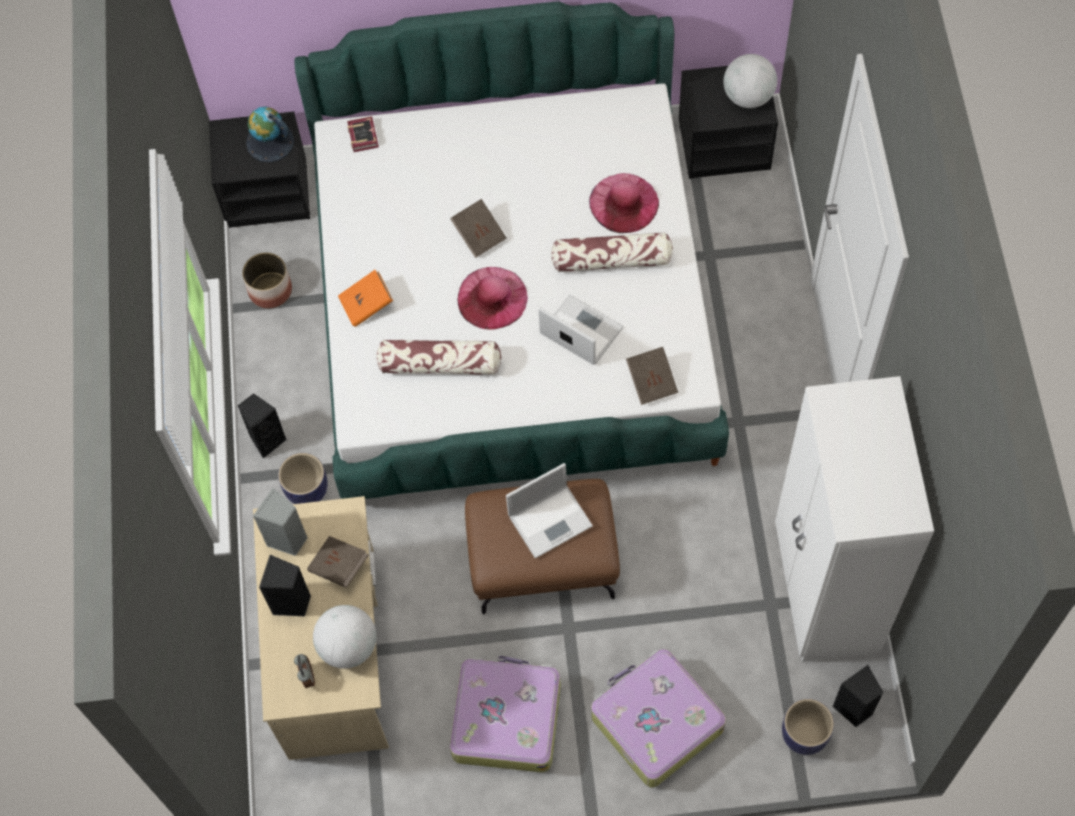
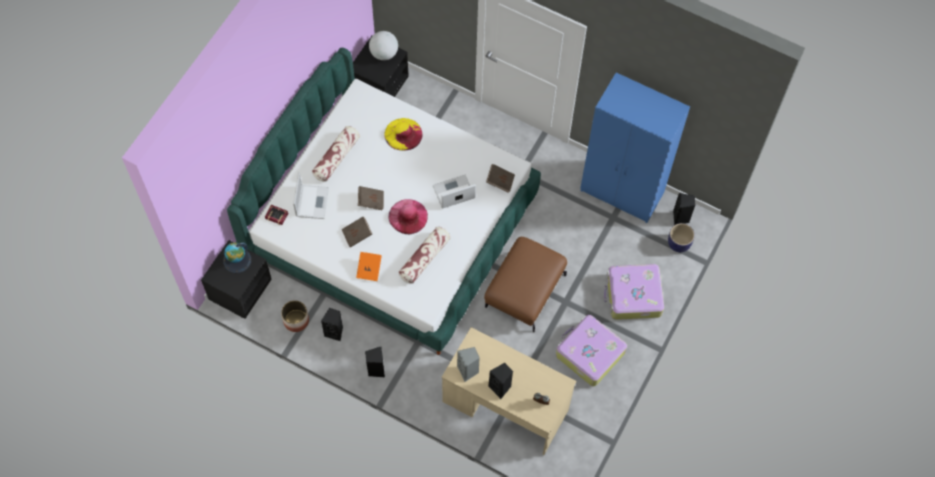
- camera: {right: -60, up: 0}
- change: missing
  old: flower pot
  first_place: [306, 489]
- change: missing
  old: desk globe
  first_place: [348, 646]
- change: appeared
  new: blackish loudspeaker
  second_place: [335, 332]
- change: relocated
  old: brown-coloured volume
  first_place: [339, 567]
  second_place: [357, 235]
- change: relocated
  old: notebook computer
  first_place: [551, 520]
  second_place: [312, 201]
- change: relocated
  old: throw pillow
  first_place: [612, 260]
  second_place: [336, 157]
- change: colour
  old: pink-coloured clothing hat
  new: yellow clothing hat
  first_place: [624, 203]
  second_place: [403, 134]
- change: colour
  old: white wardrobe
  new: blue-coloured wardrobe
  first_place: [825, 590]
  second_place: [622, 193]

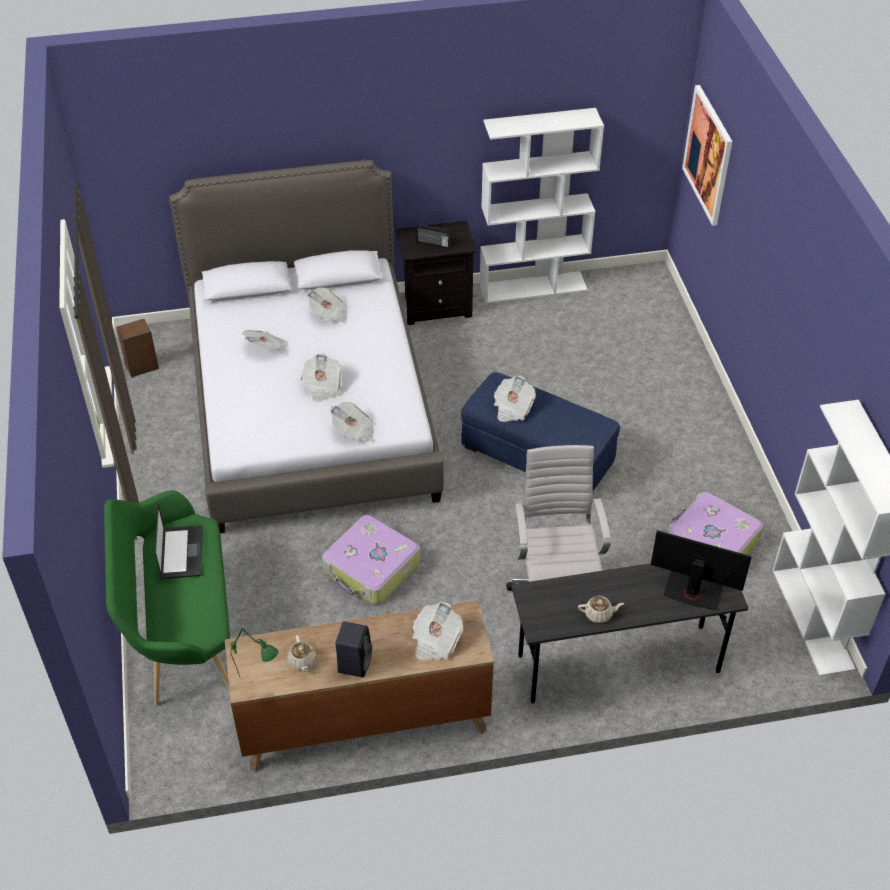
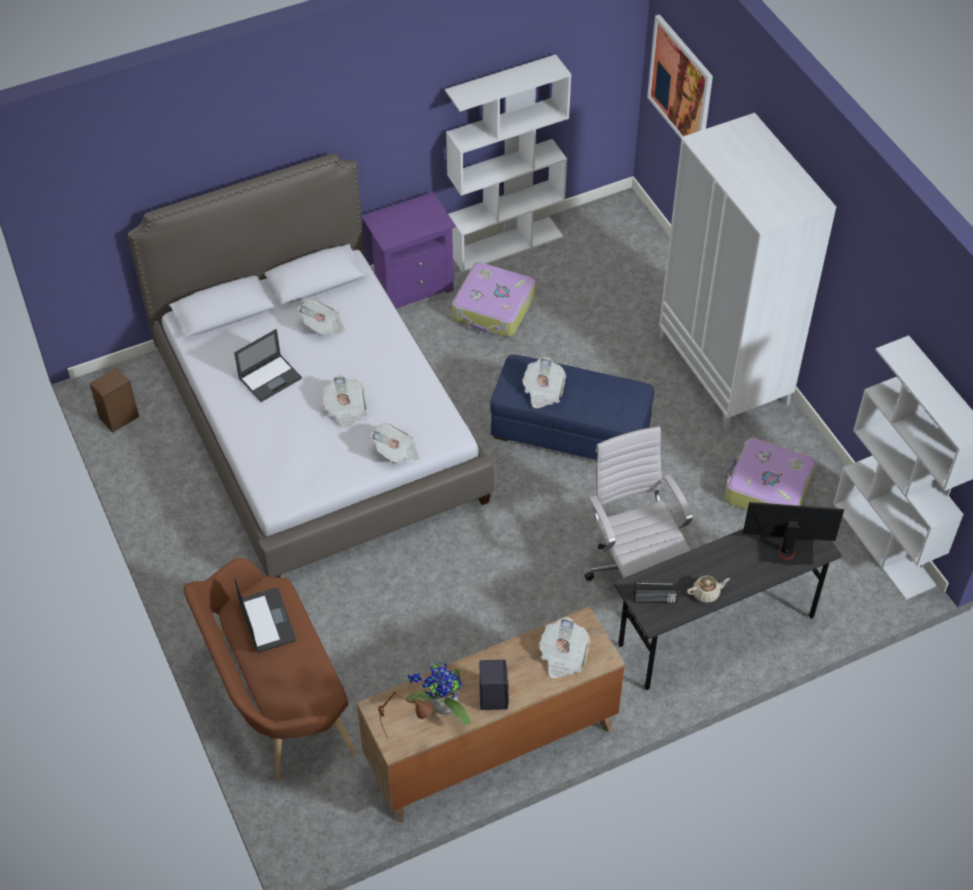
- camera: {right: -15, up: 5}
- change: appeared
  new: white wardrobe
  second_place: [724, 370]
- change: relocated
  old: piece of luggage
  first_place: [371, 568]
  second_place: [493, 309]
- change: relocated
  old: radio receiver
  first_place: [433, 243]
  second_place: [654, 600]
- change: exchanged
  old: daily paper
  new: notebook computer
  first_place: [266, 347]
  second_place: [270, 378]
- change: exchanged
  old: beige pot for tea
  new: plant in a pot
  first_place: [302, 661]
  second_place: [442, 707]
- change: colour
  old: green bench
  new: brown-coloured bench
  first_place: [182, 632]
  second_place: [275, 699]
- change: colour
  old: green tabletop lamp
  new: brown-coloured tabletop lamp
  first_place: [259, 680]
  second_place: [407, 736]
- change: colour
  old: blackish night table
  new: purplish night table
  first_place: [436, 306]
  second_place: [412, 285]

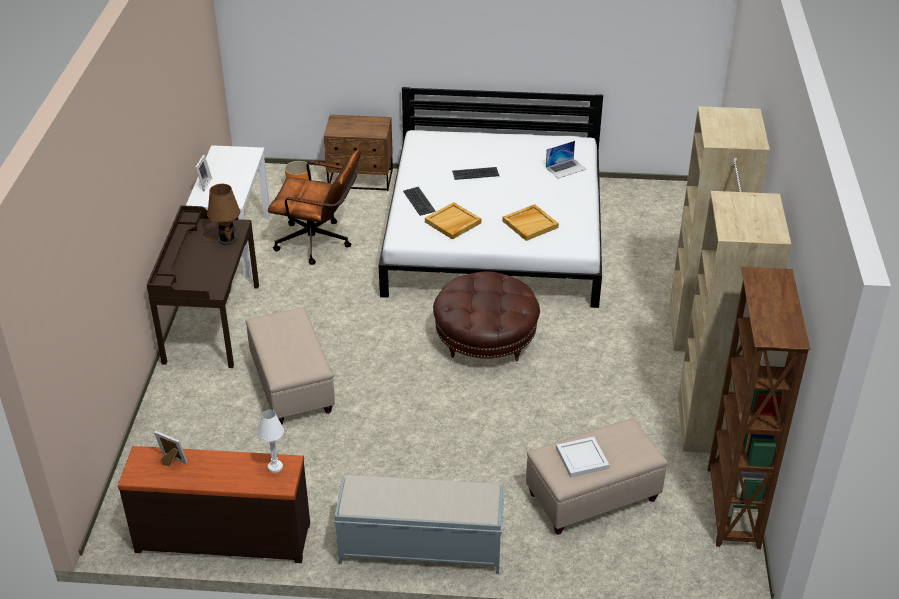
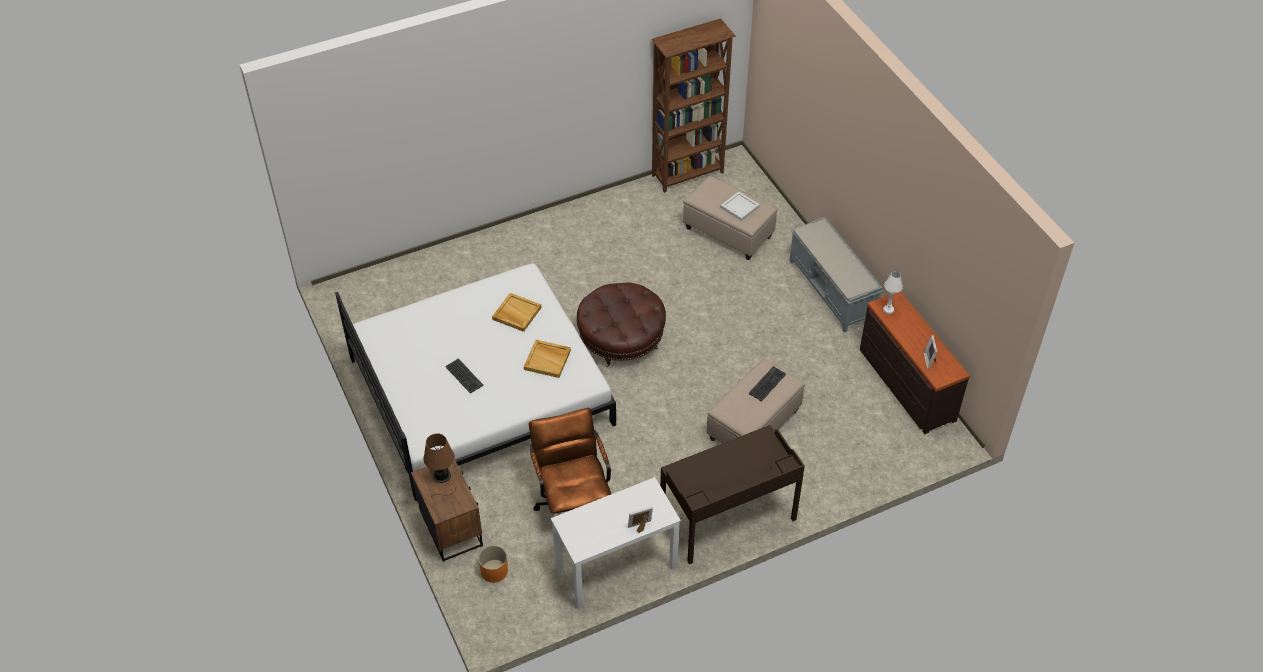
- camera: {right: -120, up: 10}
- change: missing
  old: notebook computer
  first_place: [565, 168]
- change: missing
  old: beige wardrobe
  first_place: [705, 376]
- change: relocated
  old: brown-coloured tabletop lamp
  first_place: [225, 238]
  second_place: [442, 477]
- change: relocated
  old: computer keyboard
  first_place: [418, 201]
  second_place: [767, 384]

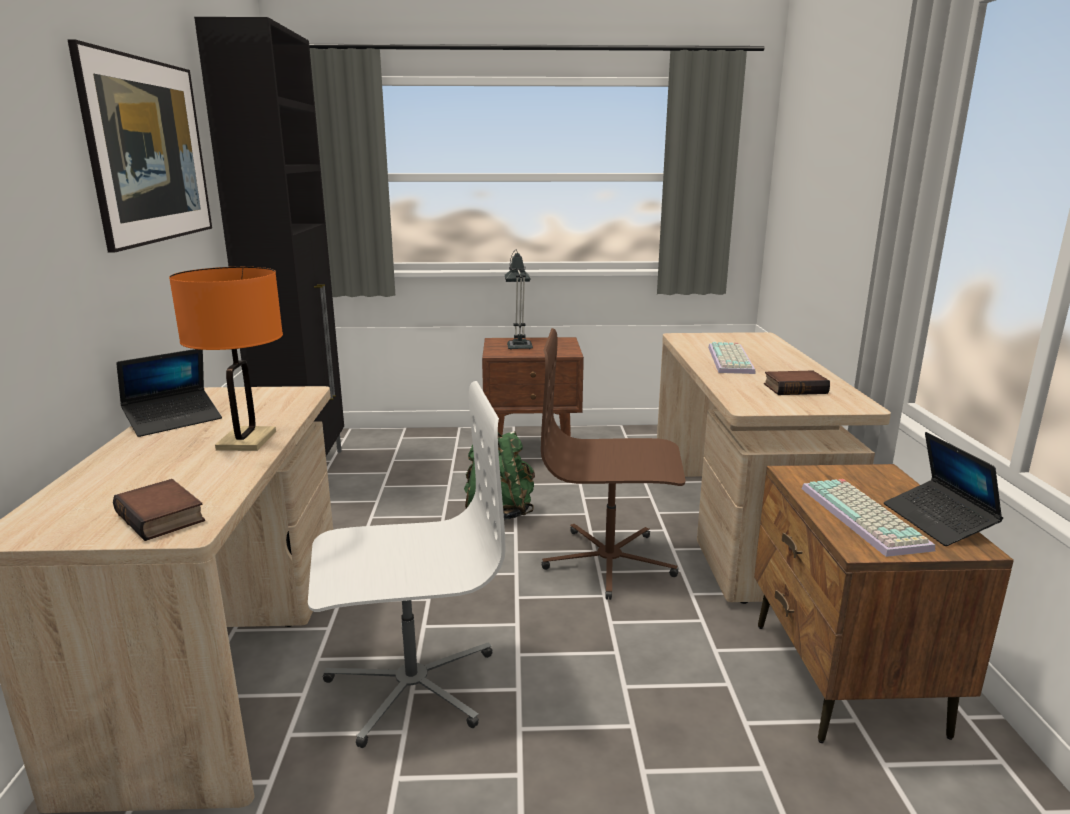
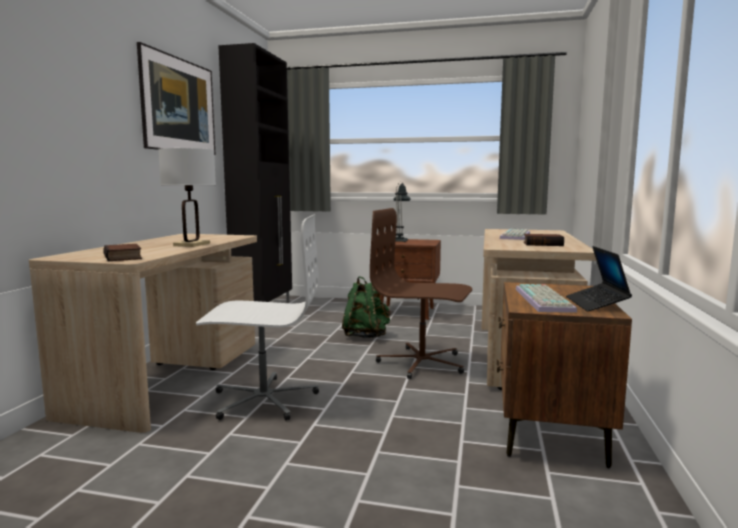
- camera: {right: 15, up: -10}
- change: missing
  old: notebook computer
  first_place: [174, 420]
- change: colour
  old: orange-coloured tabletop lamp
  new: white tabletop lamp
  first_place: [246, 440]
  second_place: [192, 244]

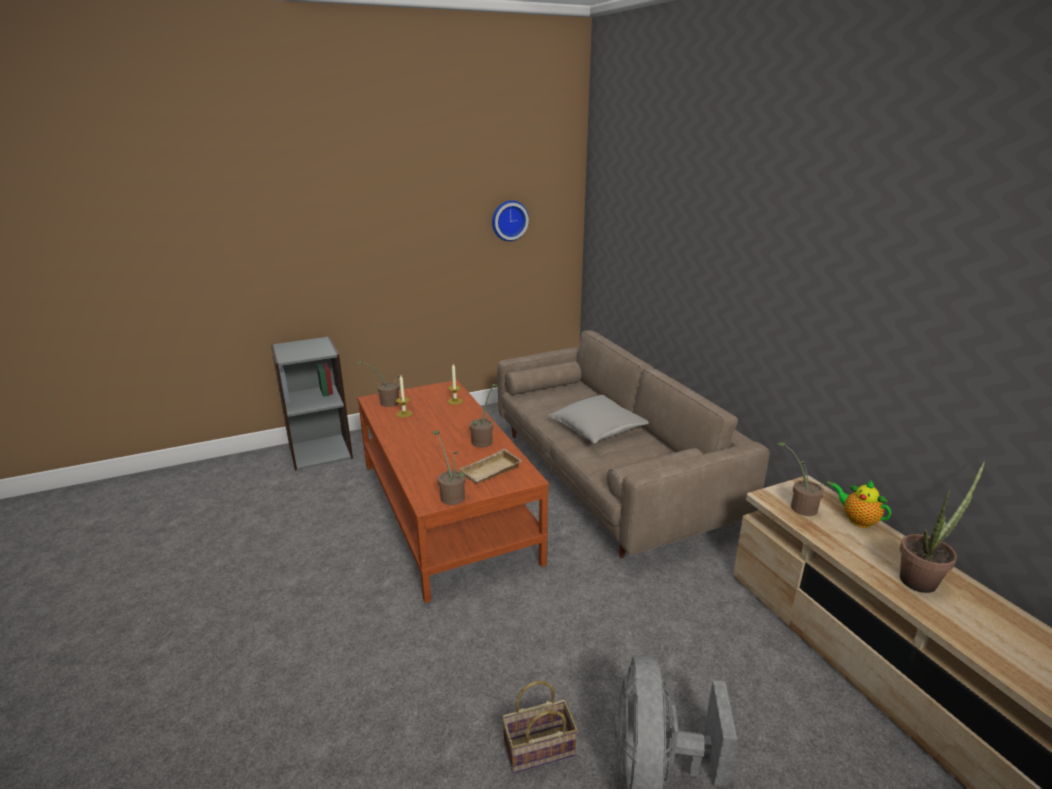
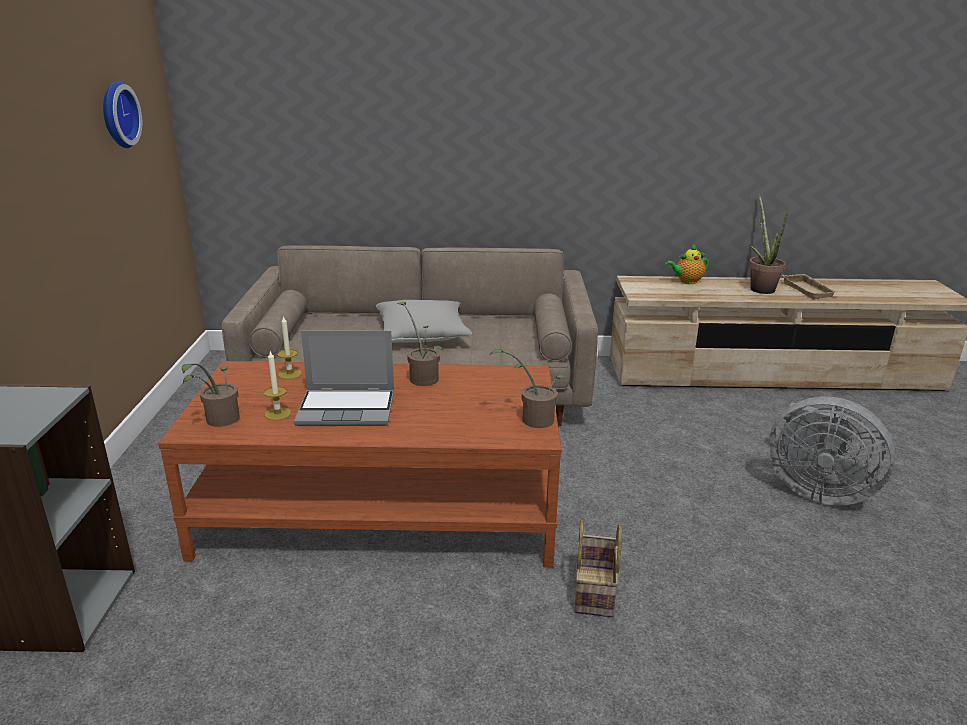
- camera: {right: -65, up: 0}
- change: missing
  old: plant in a pot
  first_place: [800, 506]
- change: appeared
  new: notebook computer
  second_place: [348, 409]
- change: relocated
  old: beige carrying tray
  first_place: [491, 472]
  second_place: [809, 290]
- change: relocated
  old: household basket
  first_place: [537, 751]
  second_place: [596, 592]

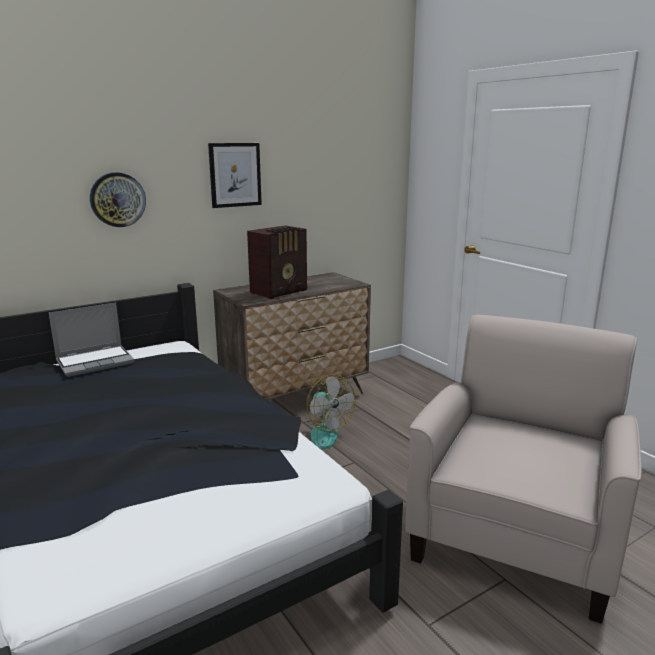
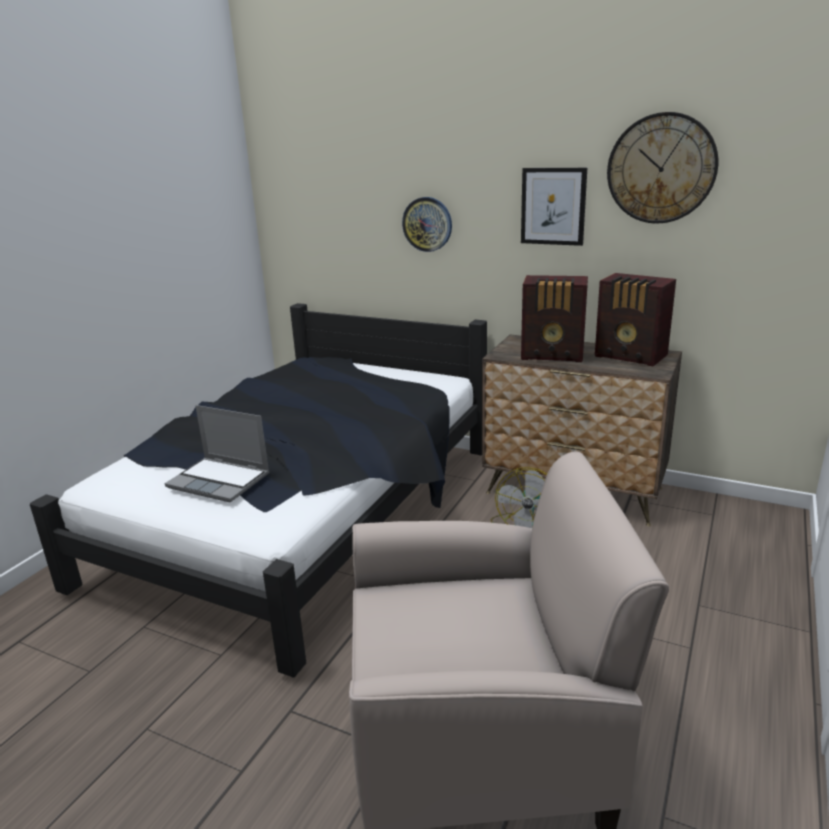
- camera: {right: 60, up: 5}
- change: appeared
  new: radio receiver
  second_place: [631, 356]
- change: appeared
  new: clock on the wall
  second_place: [661, 168]
- change: relocated
  old: notebook computer
  first_place: [96, 362]
  second_place: [220, 481]

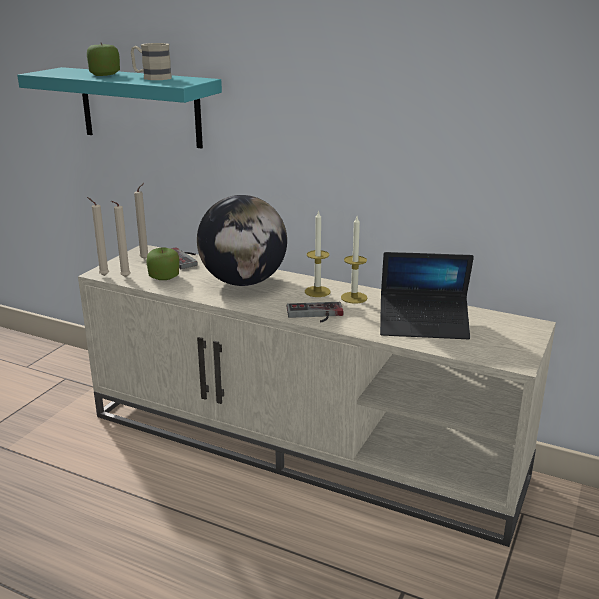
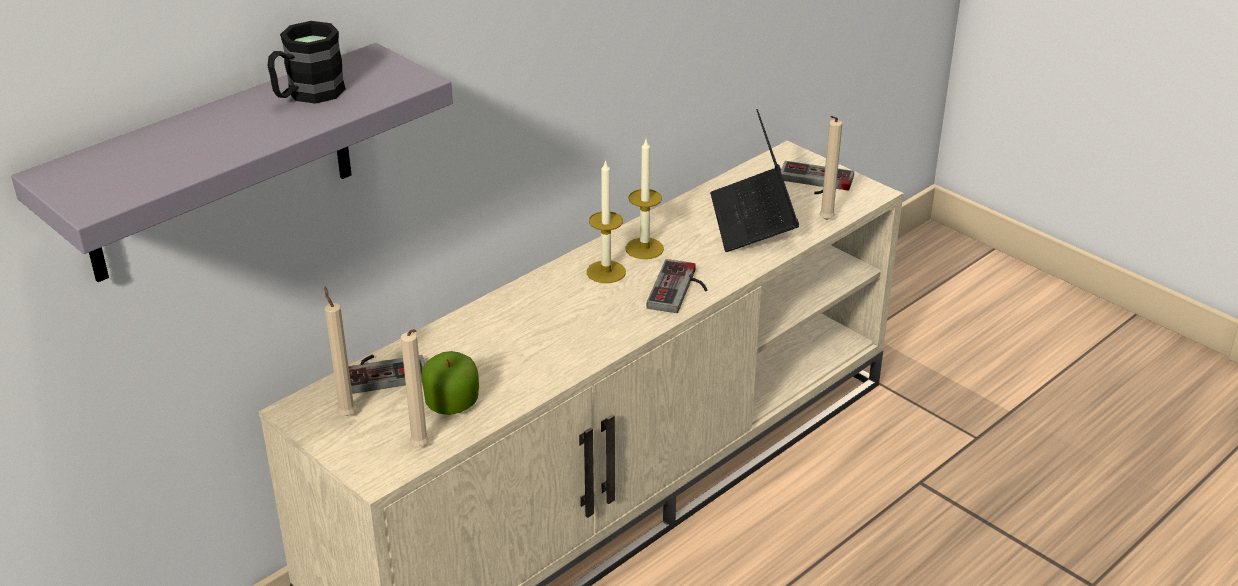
- camera: {right: -70, up: 10}
- change: missing
  old: whole apple
  first_place: [105, 75]
- change: missing
  old: desk globe
  first_place: [243, 282]
- change: appeared
  new: joypad
  second_place: [814, 182]
- change: relocated
  old: beige candle
  first_place: [103, 275]
  second_place: [825, 221]
- change: colour
  old: turquoise wall shelf
  new: gray wall shelf
  first_place: [140, 107]
  second_place: [219, 165]
- change: colour
  old: beige tea mug
  new: blackish tea mug
  first_place: [152, 78]
  second_place: [307, 95]
- change: spun
  old: notebook computer
  first_place: [423, 325]
  second_place: [752, 221]
  degrees: 150

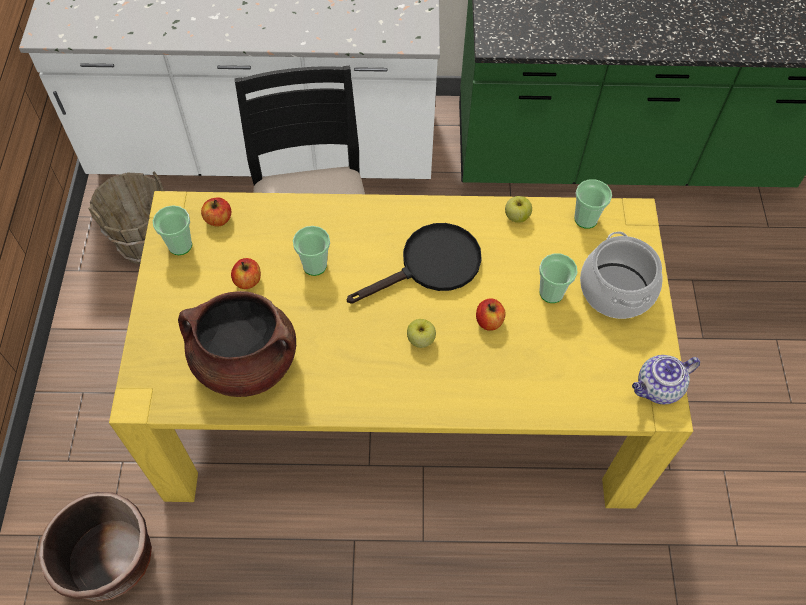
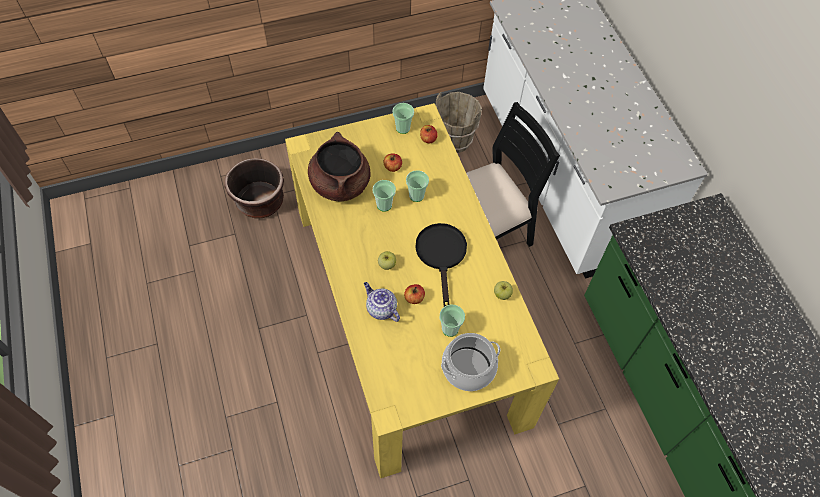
- camera: {right: 70, up: 0}
- change: relocated
  old: small cup
  first_place: [585, 219]
  second_place: [384, 205]
- change: relocated
  old: pot for tea
  first_place: [657, 388]
  second_place: [380, 309]
- change: spun
  old: blackish pan
  first_place: [431, 266]
  second_place: [442, 255]
  degrees: -135

